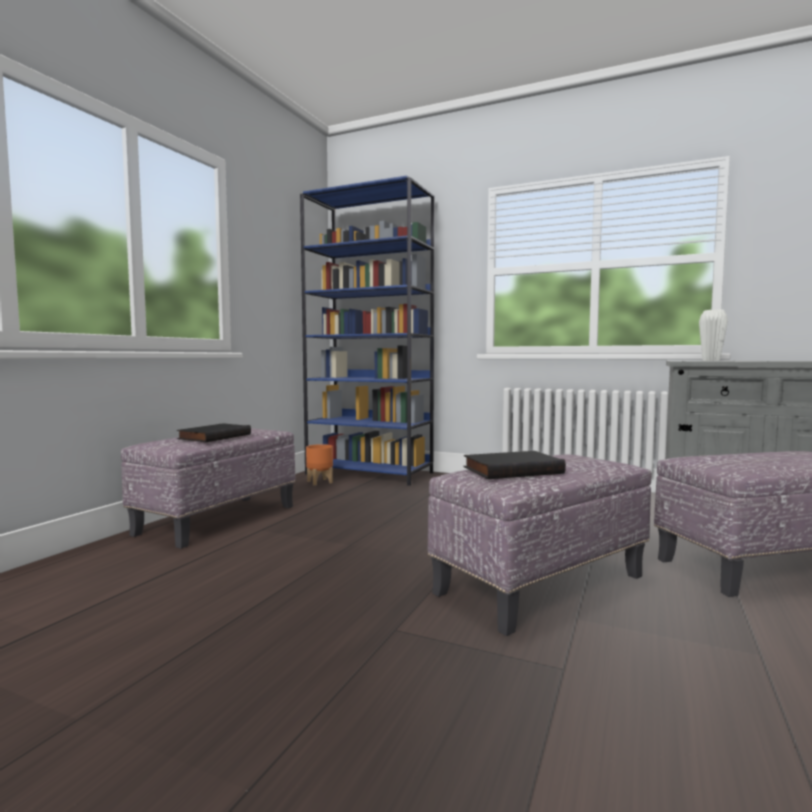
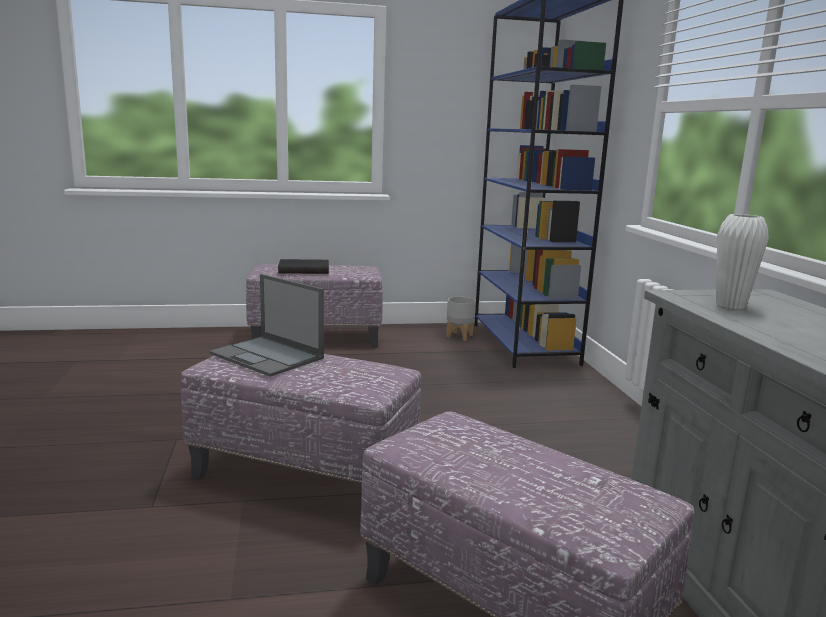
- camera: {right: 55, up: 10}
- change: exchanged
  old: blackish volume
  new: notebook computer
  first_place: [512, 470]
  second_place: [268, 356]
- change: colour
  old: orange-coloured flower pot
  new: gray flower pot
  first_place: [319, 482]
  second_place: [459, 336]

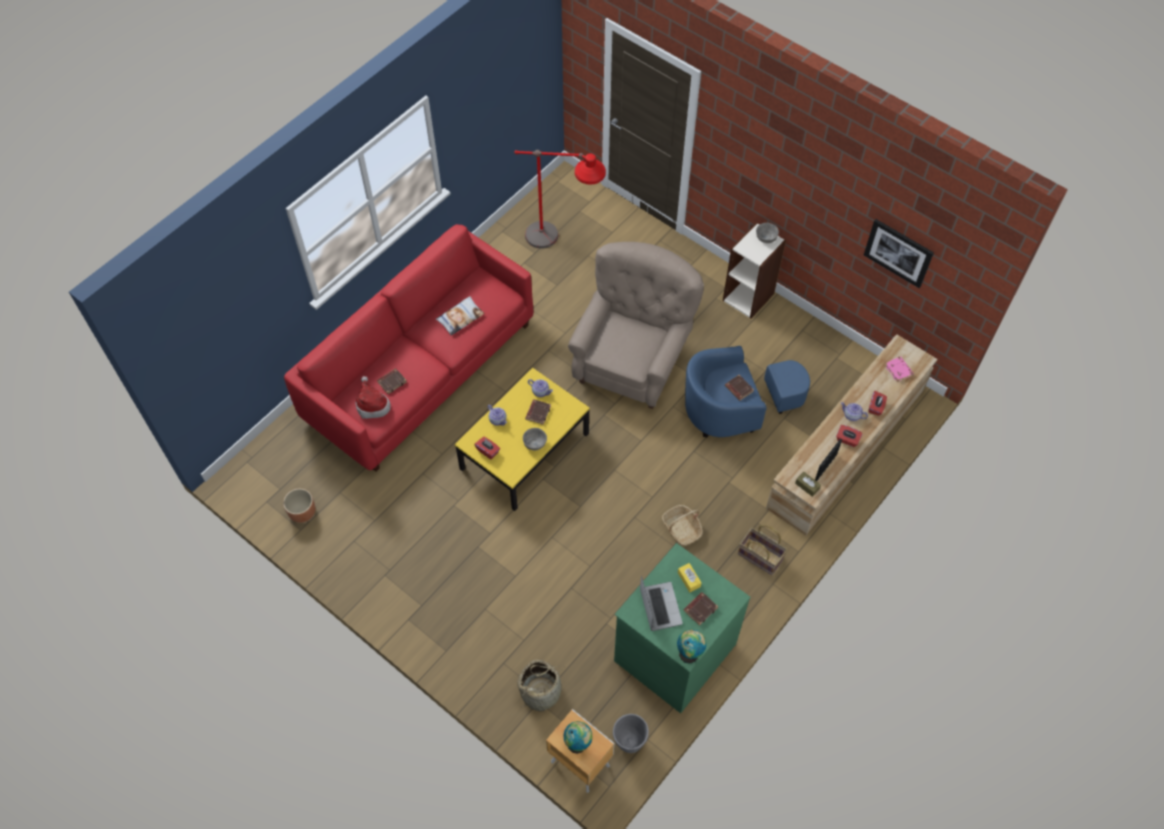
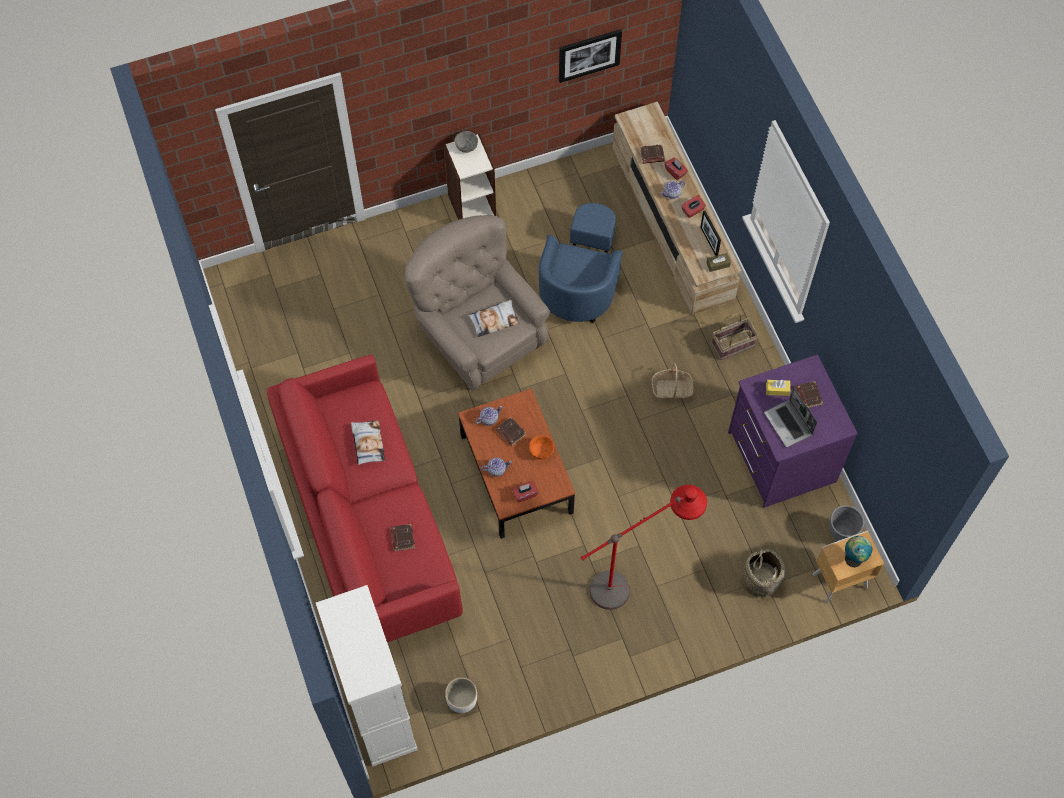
- camera: {right: -60, up: 5}
- change: missing
  old: clothing hat
  first_place: [372, 405]
- change: missing
  old: desk globe
  first_place: [689, 653]
- change: missing
  old: pink-coloured volume
  first_place: [899, 370]
- change: appeared
  new: white storage cabinet
  second_place: [380, 713]
- change: appeared
  new: throw pillow
  second_place: [494, 320]
- change: relocated
  old: red floor lamp
  first_place: [560, 246]
  second_place: [636, 579]
- change: relocated
  old: brown-coloured volume
  first_place: [738, 389]
  second_place: [652, 156]
- change: colour
  old: brown-coloured flower pot
  new: white flower pot
  first_place: [302, 512]
  second_place: [461, 700]
- change: colour
  old: yellow low table
  new: brown-coloured low table
  first_place: [524, 450]
  second_place: [515, 473]
- change: colour
  old: gray serving bowl
  new: orange-coloured serving bowl
  first_place: [534, 444]
  second_place: [541, 452]
- change: colour
  old: green dresser
  new: purplish dresser
  first_place: [673, 651]
  second_place: [780, 457]
- change: spun
  old: notebook computer
  first_place: [659, 606]
  second_place: [789, 424]
  degrees: -135

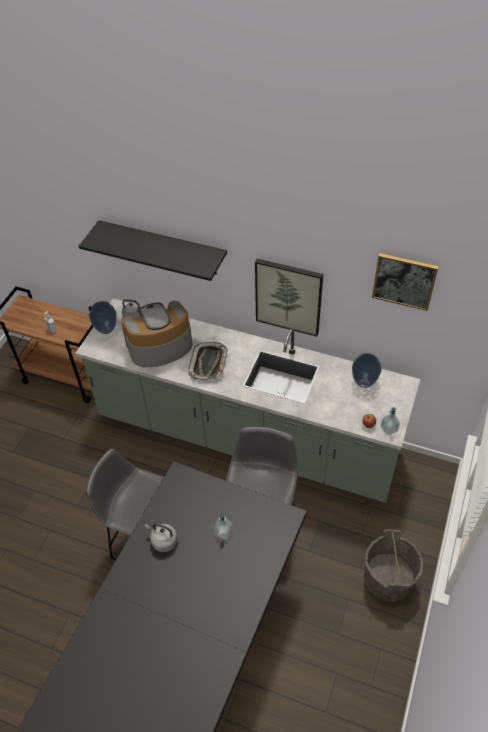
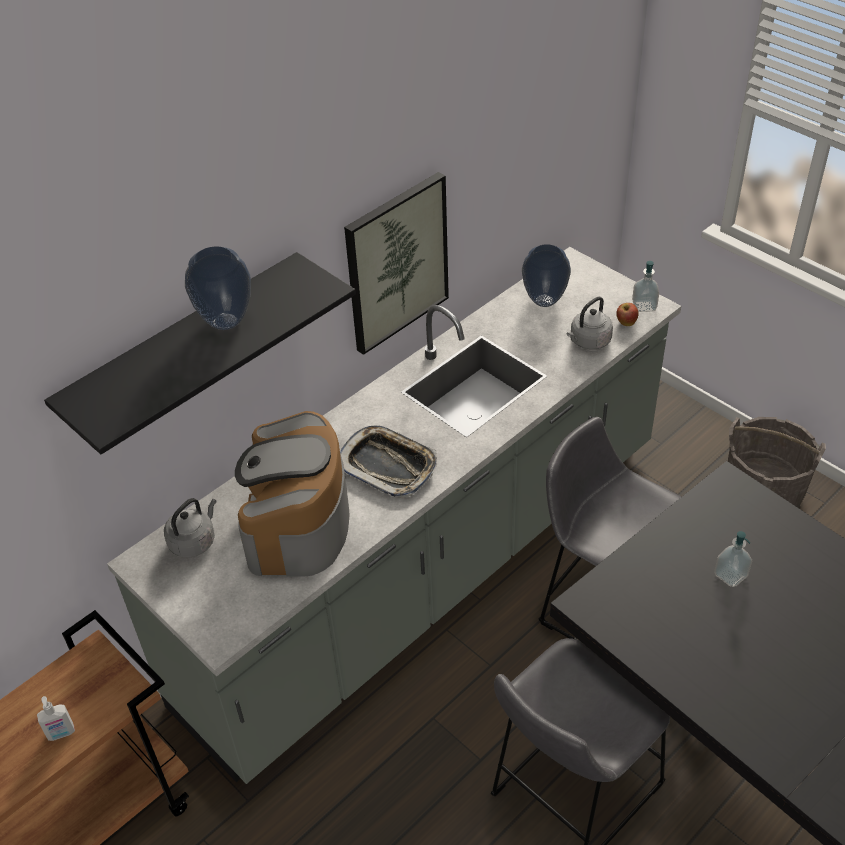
- camera: {right: -65, up: -5}
- change: missing
  old: picture
  first_place: [404, 281]
- change: relocated
  old: vase
  first_place: [106, 329]
  second_place: [225, 322]
- change: relocated
  old: gray tea kettle
  first_place: [163, 541]
  second_place: [588, 342]

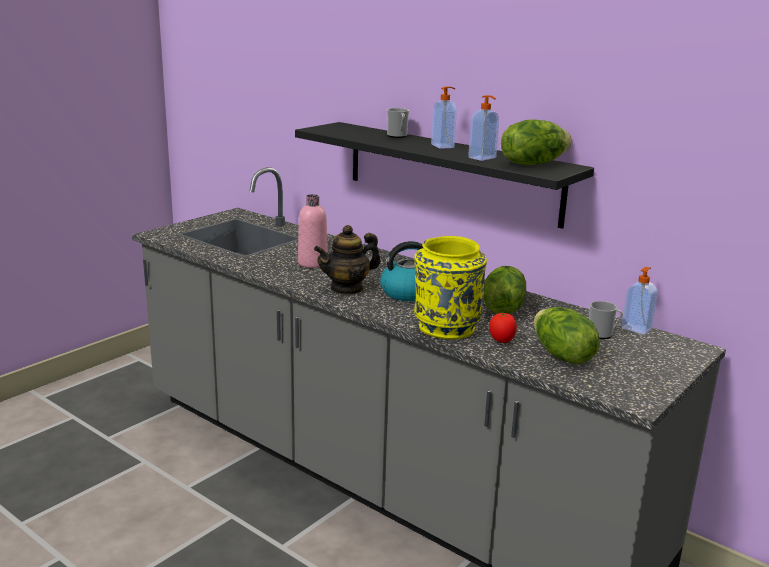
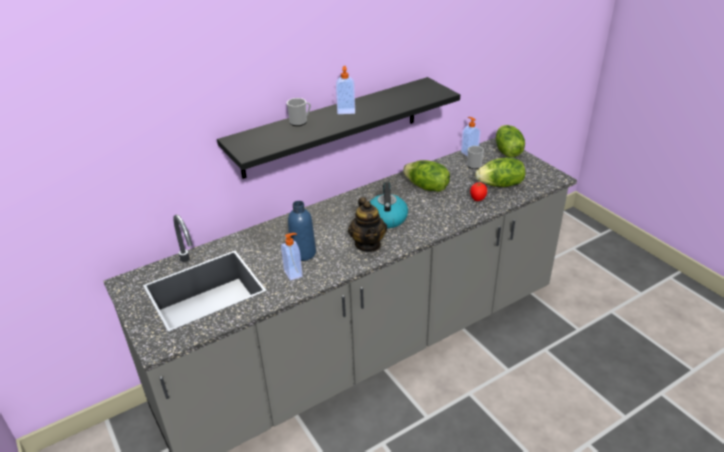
- camera: {right: -70, up: 15}
- change: missing
  old: yellow vase
  first_place: [446, 329]
- change: relocated
  old: soap bottle
  first_place: [483, 158]
  second_place: [293, 273]
- change: relocated
  old: lettuce
  first_place: [532, 164]
  second_place: [507, 151]
- change: colour
  old: pink-coloured drink bottle
  new: blue-coloured drink bottle
  first_place: [312, 263]
  second_place: [303, 253]

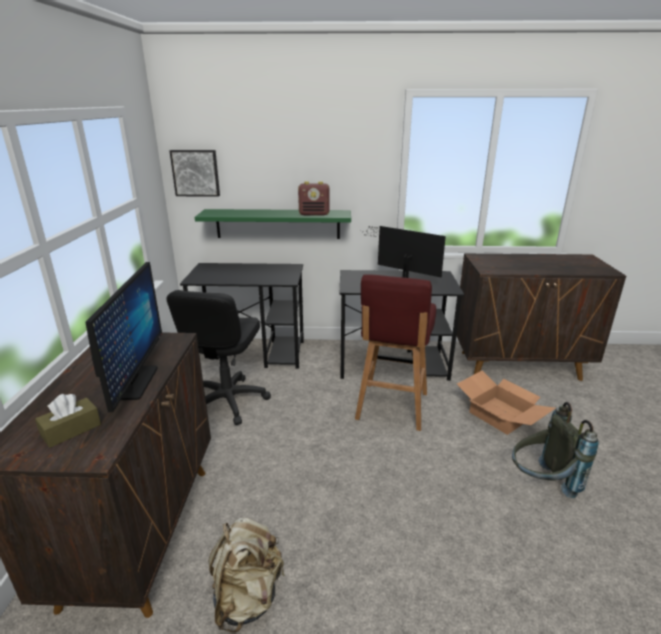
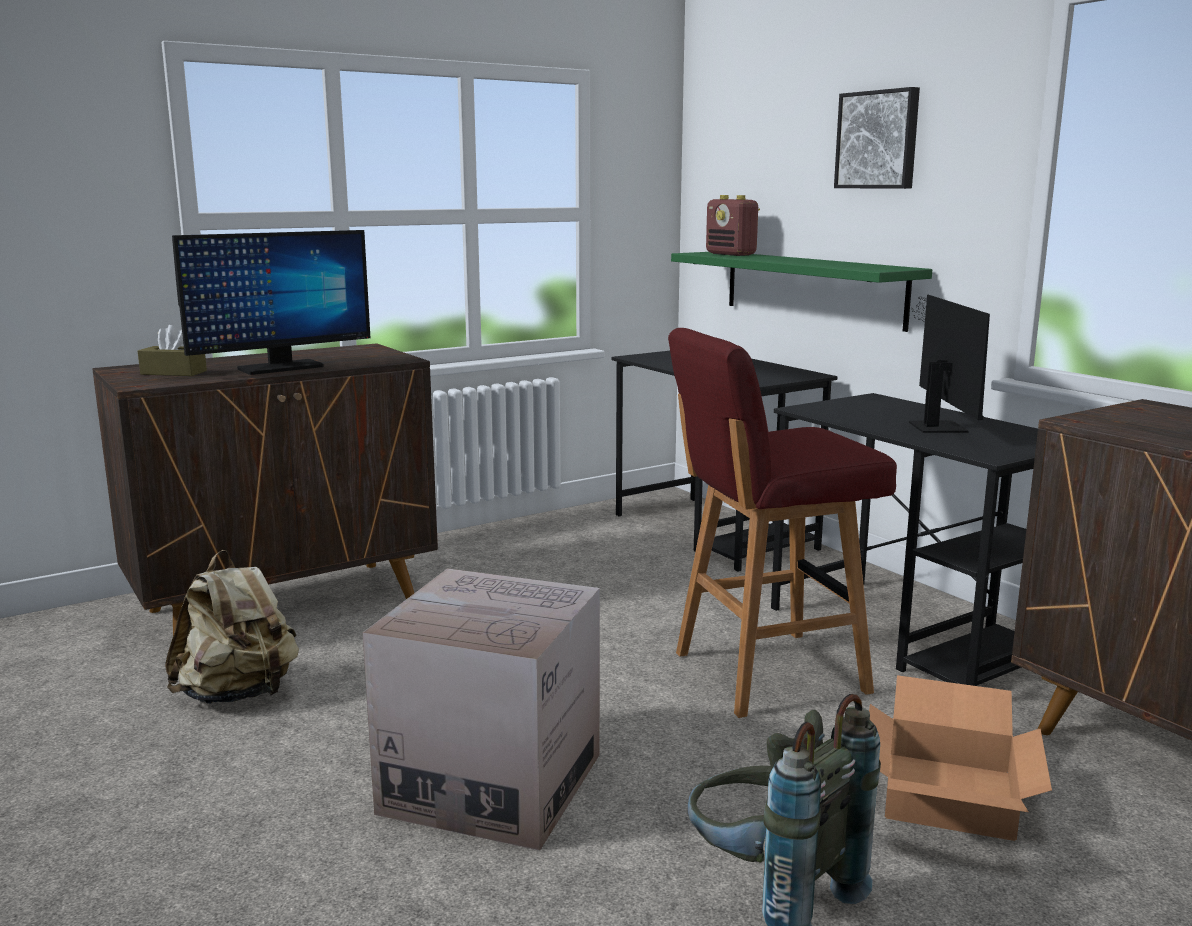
- camera: {right: 55, up: -10}
- change: missing
  old: blackish computer chair
  first_place: [227, 401]
- change: appeared
  new: carton
  second_place: [492, 783]
- change: relocated
  old: picture
  first_place: [196, 173]
  second_place: [878, 140]
- change: relocated
  old: radio receiver
  first_place: [314, 214]
  second_place: [731, 254]

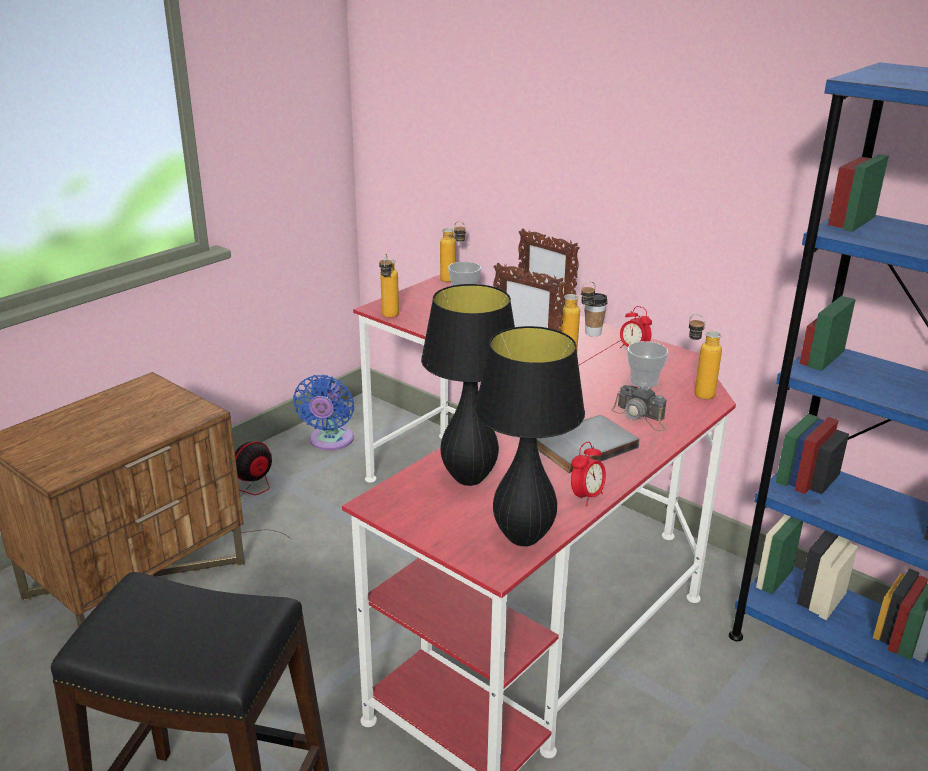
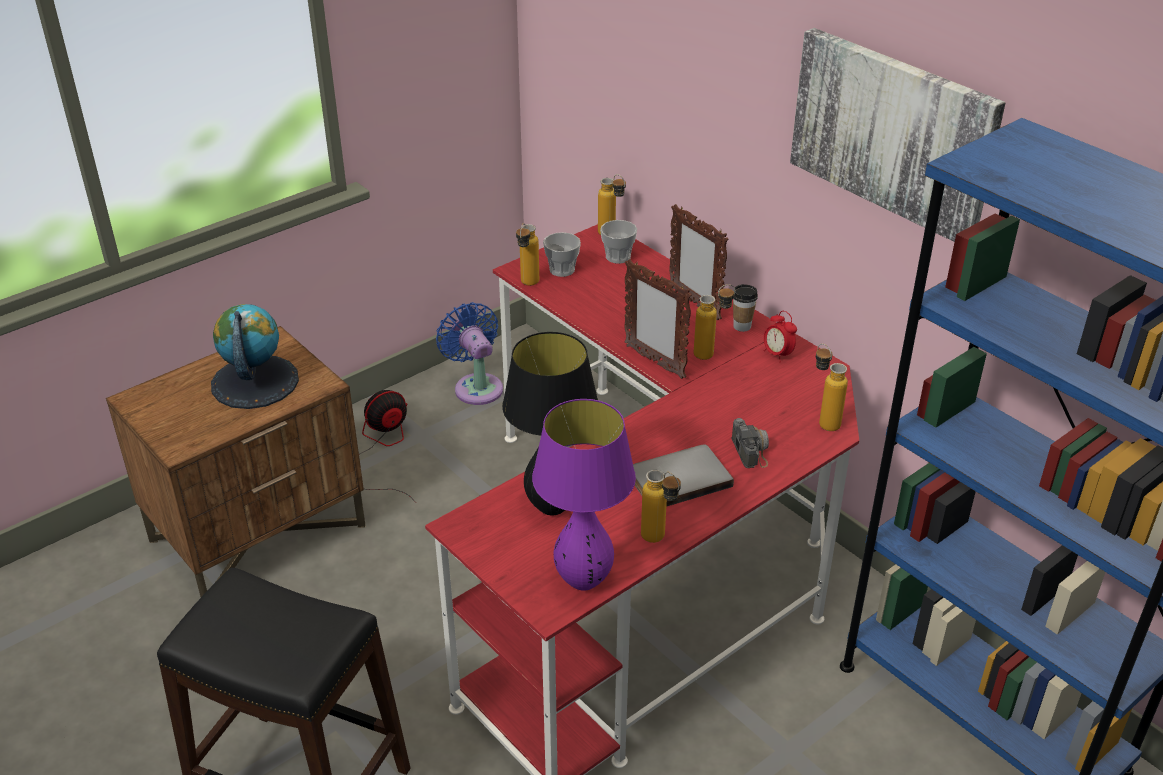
- camera: {right: 10, up: 10}
- change: appeared
  new: desk globe
  second_place: [254, 382]
- change: appeared
  new: picture
  second_place: [893, 133]
- change: relocated
  old: small cup
  first_place: [644, 381]
  second_place: [562, 270]
- change: exchanged
  old: alarm clock
  new: drink bottle
  first_place: [586, 497]
  second_place: [659, 541]
- change: colour
  old: blackish tabletop lamp
  new: purplish tabletop lamp
  first_place: [523, 538]
  second_place: [583, 581]
- change: spun
  old: blue-coloured fan
  first_place: [330, 441]
  second_place: [476, 386]
  degrees: 135
- change: spun
  old: still camera
  first_place: [640, 417]
  second_place: [750, 447]
  degrees: -150

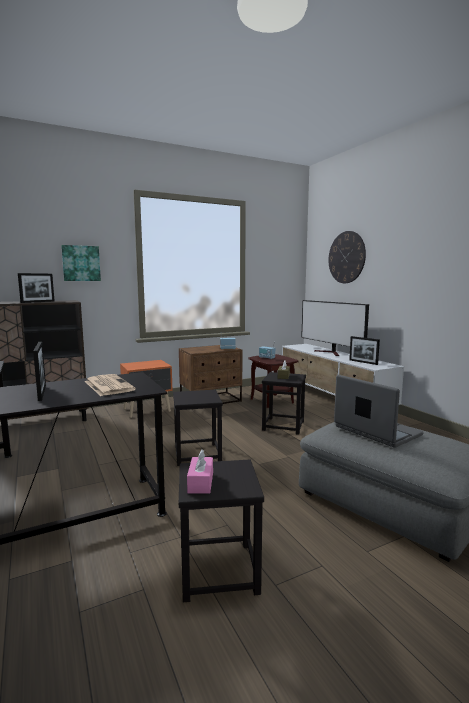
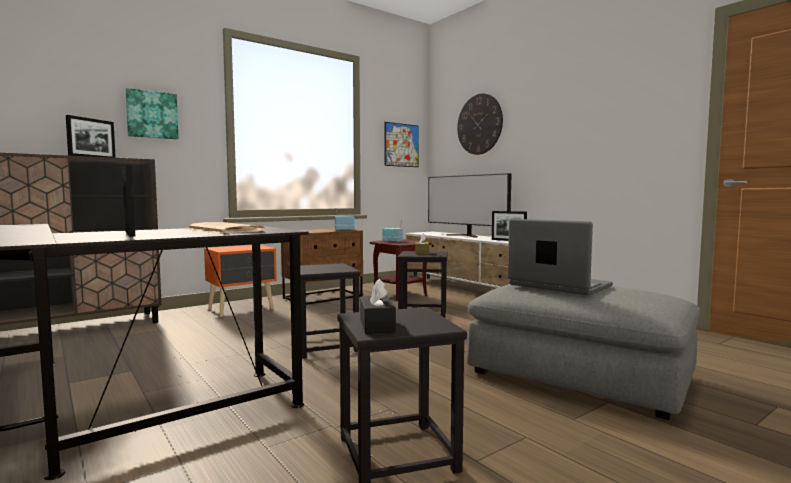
- camera: {right: -10, up: -5}
- change: appeared
  new: picture
  second_place: [401, 145]
- change: colour
  old: pink-coloured tissue box
  new: blackish tissue box
  first_place: [200, 482]
  second_place: [377, 325]

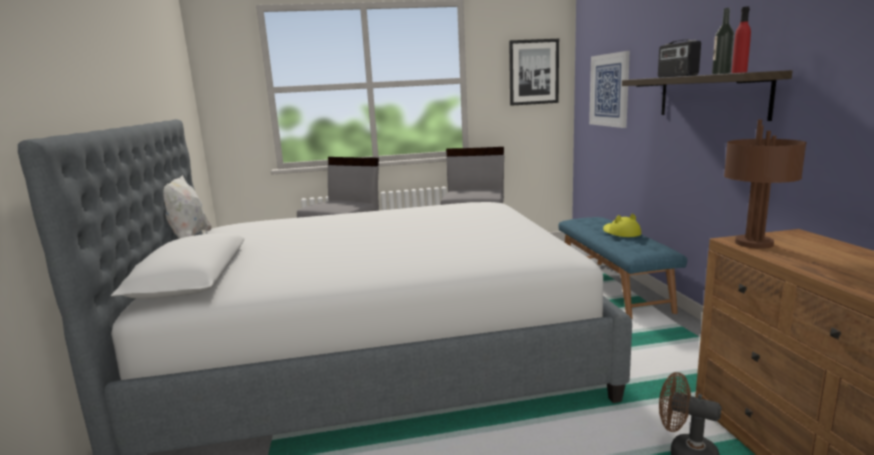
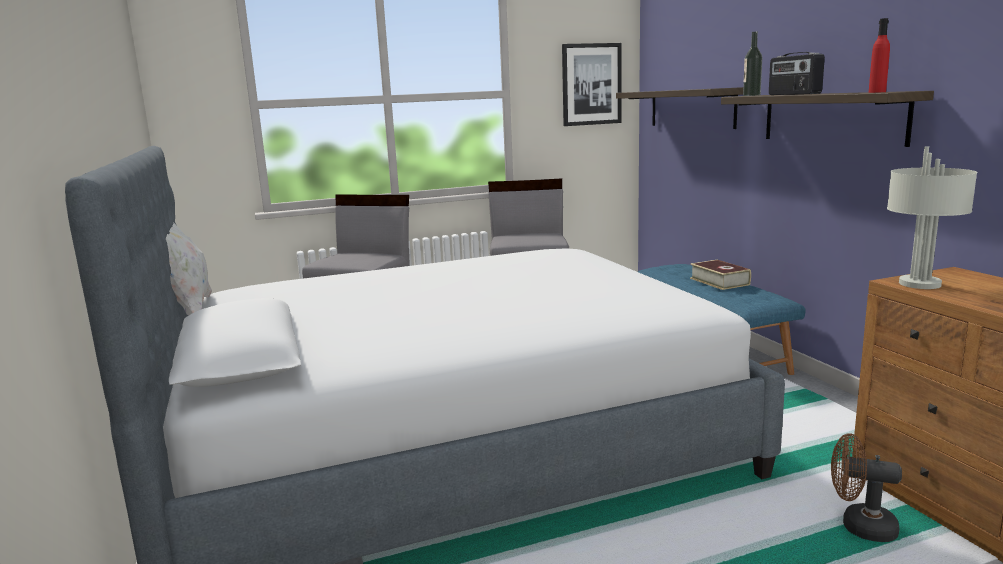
- camera: {right: -10, up: 0}
- change: relocated
  old: drink bottle
  first_place: [721, 73]
  second_place: [751, 95]
- change: exchanged
  old: picture
  new: wall shelf
  first_place: [609, 90]
  second_place: [691, 108]
- change: exchanged
  old: yellow clothing hat
  new: volume
  first_place: [621, 233]
  second_place: [719, 281]
- change: colour
  old: brown-coloured tabletop lamp
  new: gray tabletop lamp
  first_place: [755, 243]
  second_place: [920, 284]

